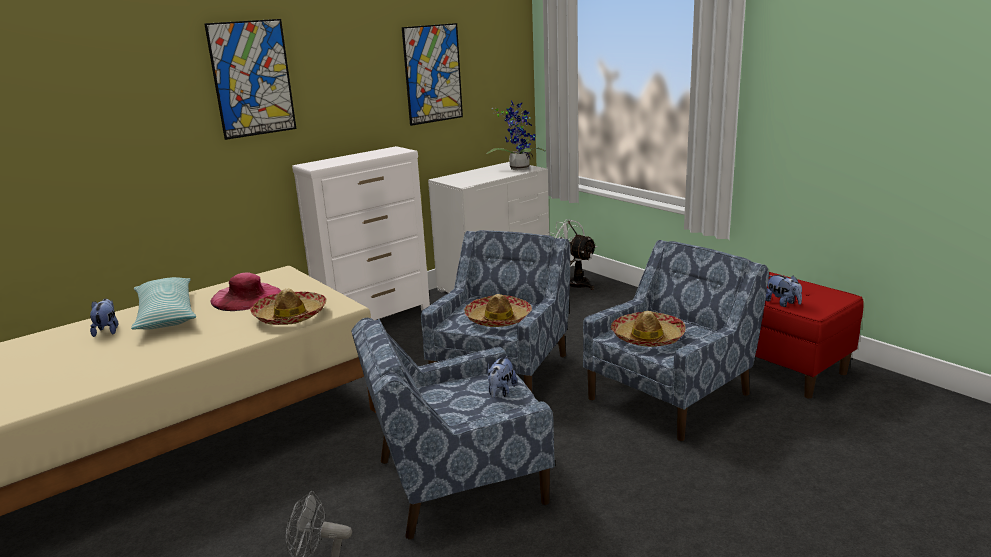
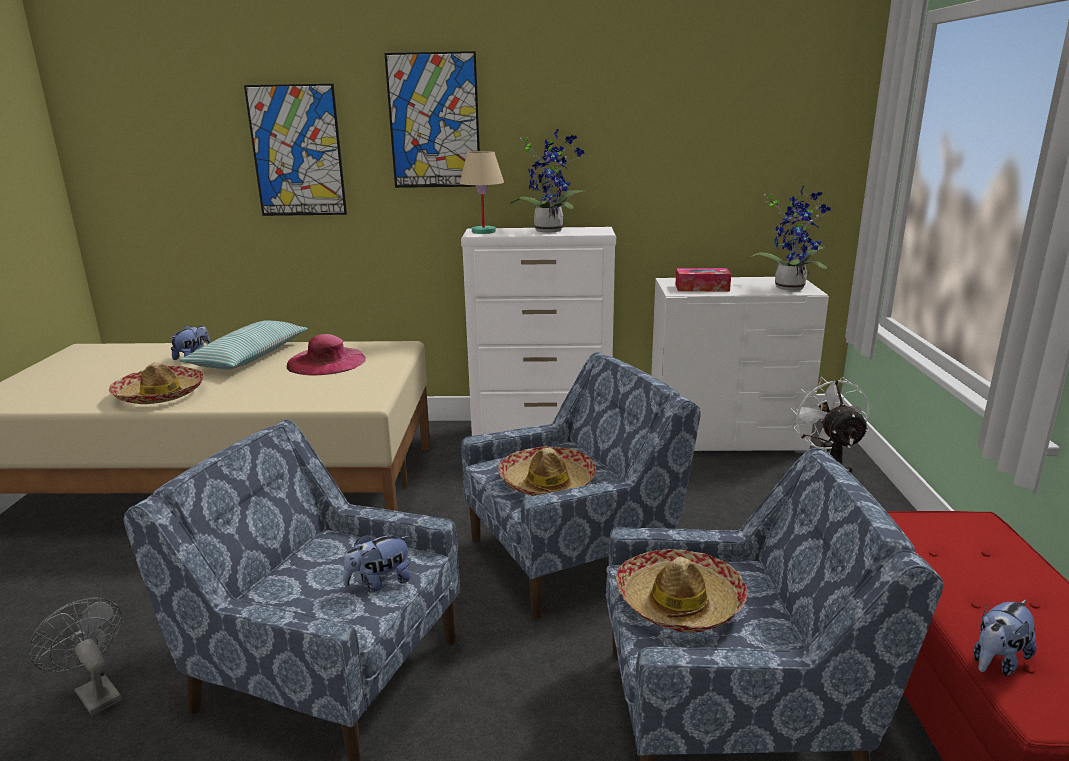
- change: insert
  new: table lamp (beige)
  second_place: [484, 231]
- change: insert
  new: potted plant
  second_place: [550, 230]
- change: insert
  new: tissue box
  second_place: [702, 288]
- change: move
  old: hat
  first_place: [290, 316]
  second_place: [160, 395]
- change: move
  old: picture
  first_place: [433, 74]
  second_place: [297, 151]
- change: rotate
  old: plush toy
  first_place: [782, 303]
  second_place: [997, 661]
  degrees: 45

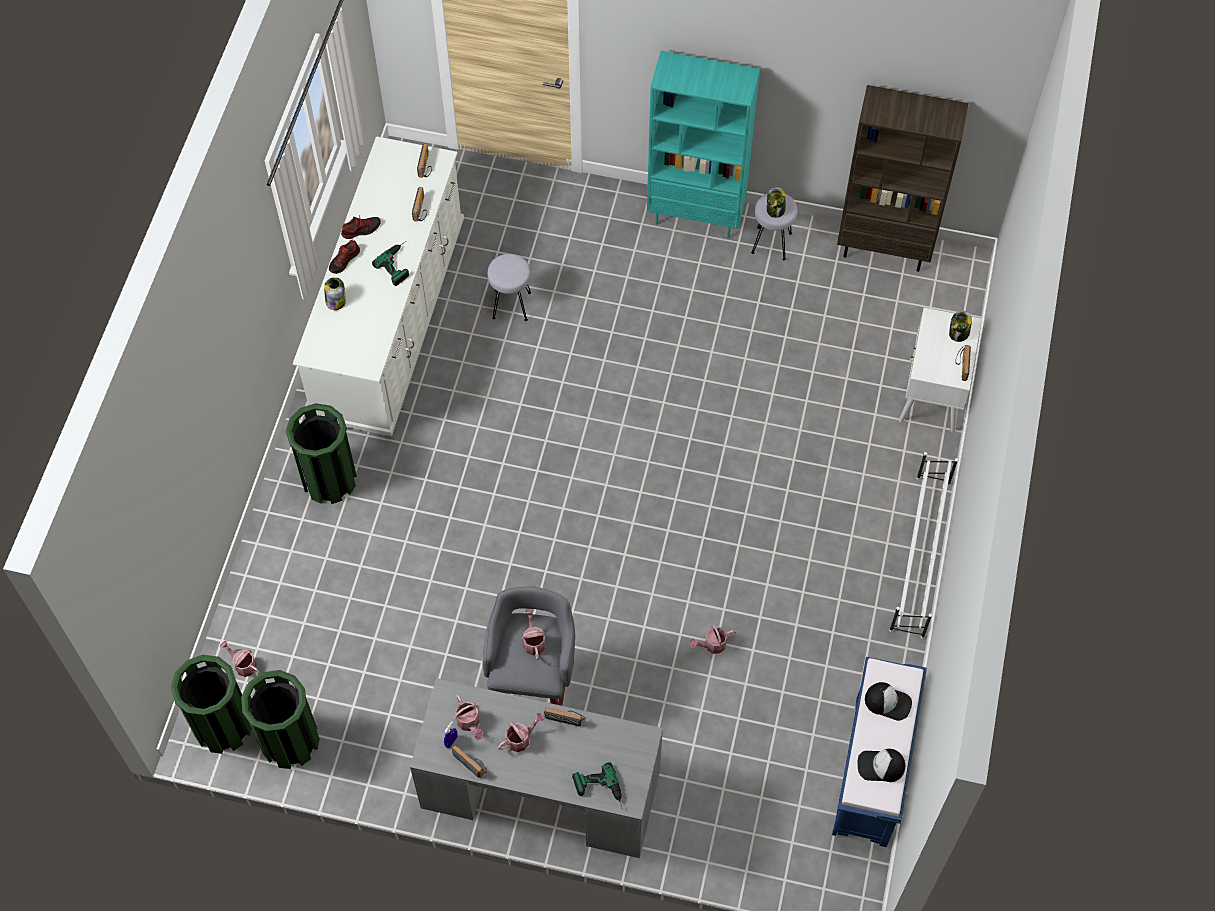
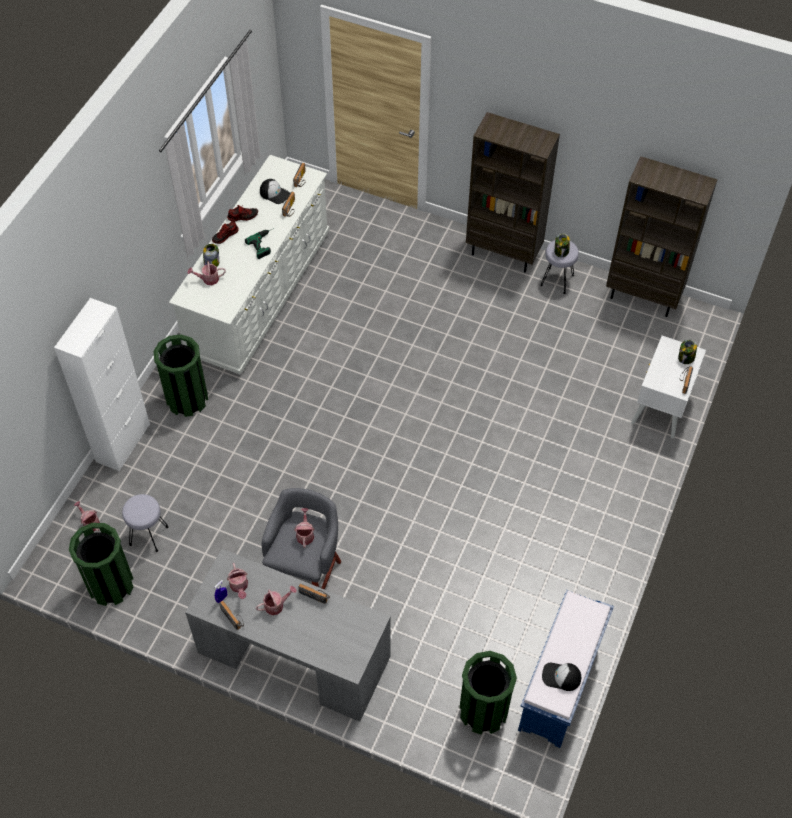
- change: delete
  old: power drill
  first_place: [599, 792]
- change: delete
  old: shoe rack (white)
  first_place: [919, 556]
- change: insert
  new: cabinet (white)
  second_place: [123, 443]
- change: move
  old: trash can (green)
  first_place: [223, 726]
  second_place: [483, 711]
- change: move
  old: stool (grey)
  first_place: [511, 304]
  second_place: [149, 535]
- change: move
  old: watering can
  first_place: [712, 645]
  second_place: [208, 279]
- change: move
  old: cap
  first_place: [888, 702]
  second_place: [274, 193]
- change: recolor
  old: bookcase (turquoise)
  new: bookcase (brown)
  first_place: [696, 216]
  second_place: [504, 253]

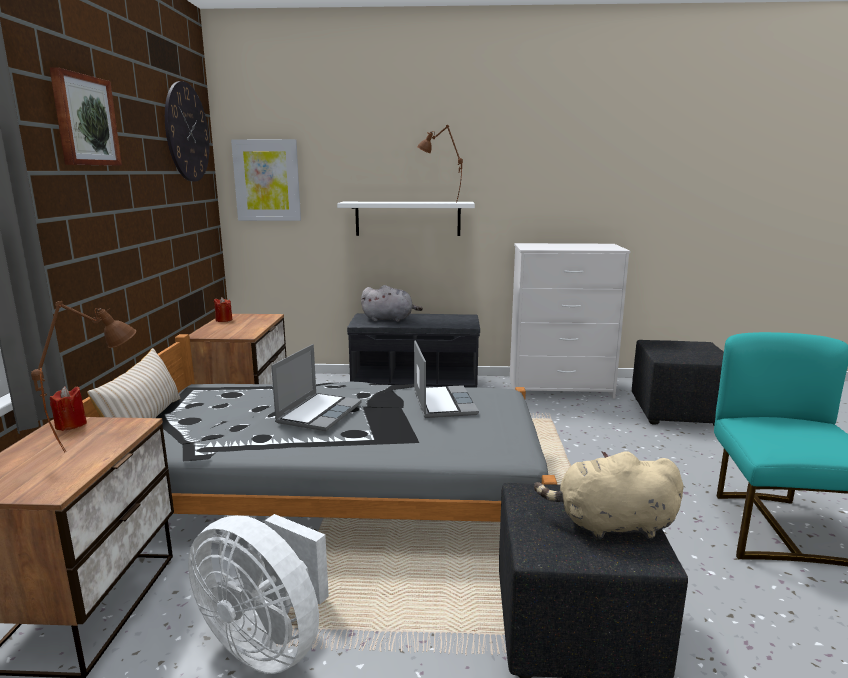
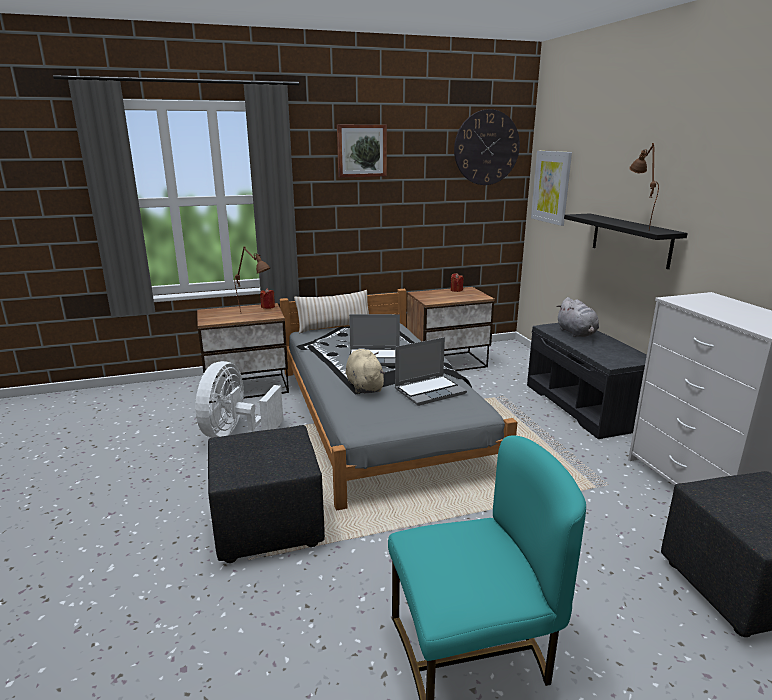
- change: move
  old: plush toy (beige)
  first_place: [610, 525]
  second_place: [364, 386]
- change: recolor
  old: shelf (white)
  new: shelf (black)
  first_place: [408, 218]
  second_place: [630, 240]

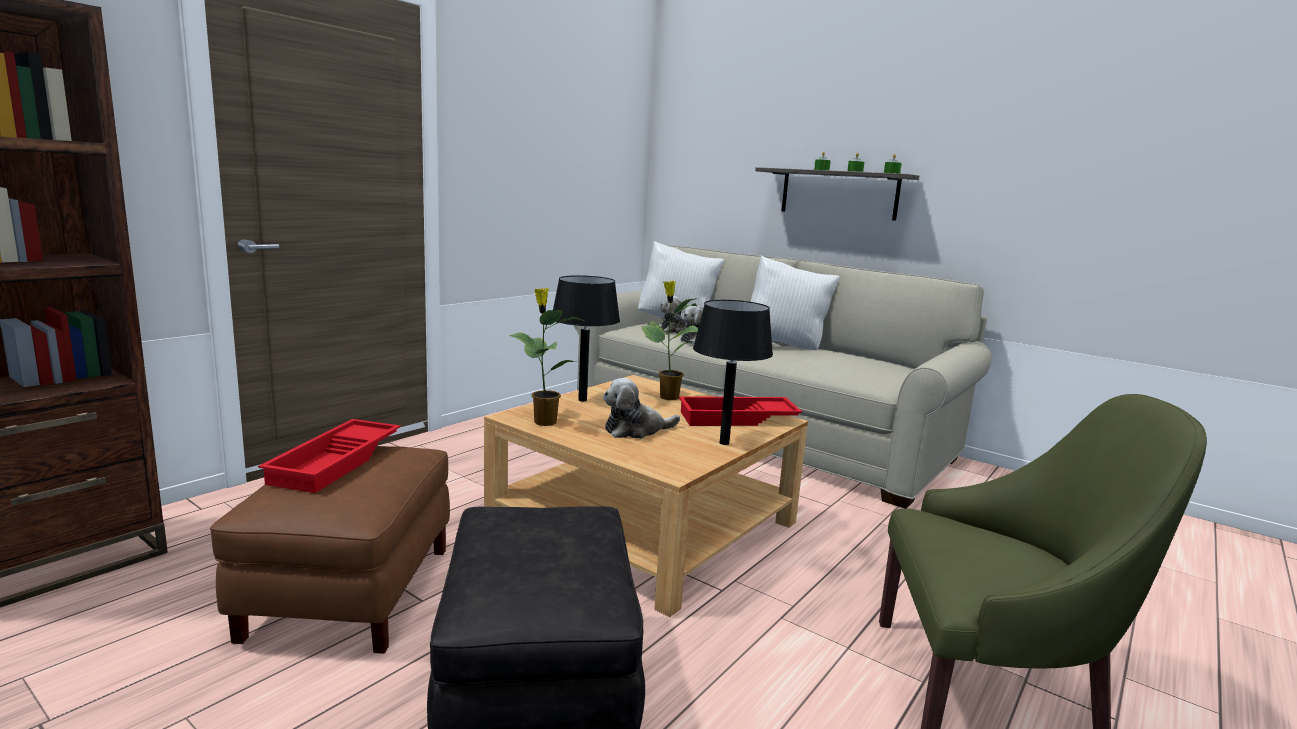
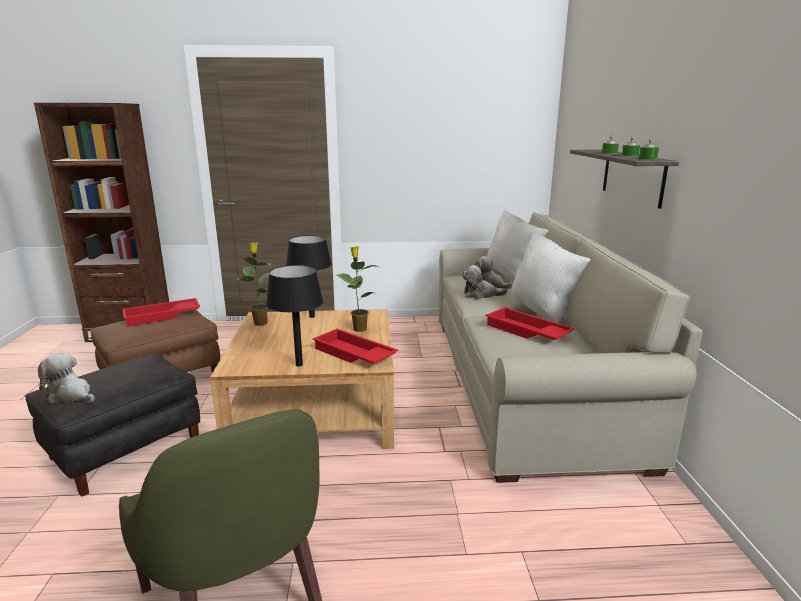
- change: insert
  new: tray (red)
  second_place: [526, 331]
- change: move
  old: plush toy
  first_place: [636, 430]
  second_place: [71, 395]

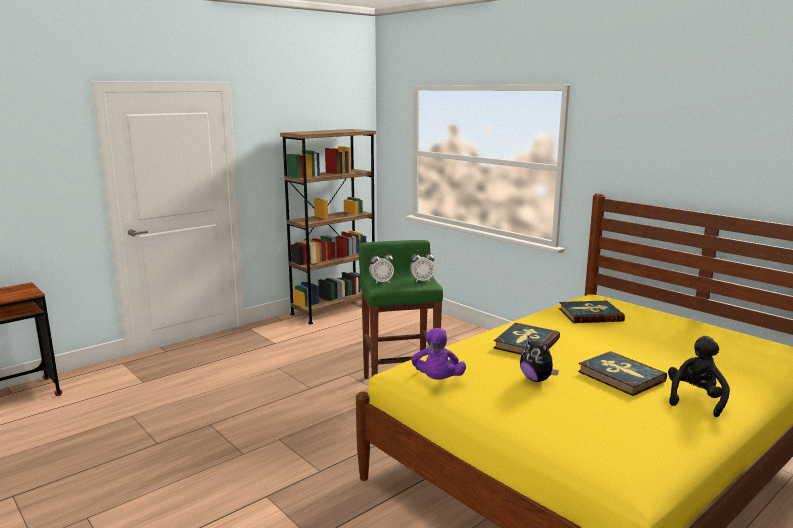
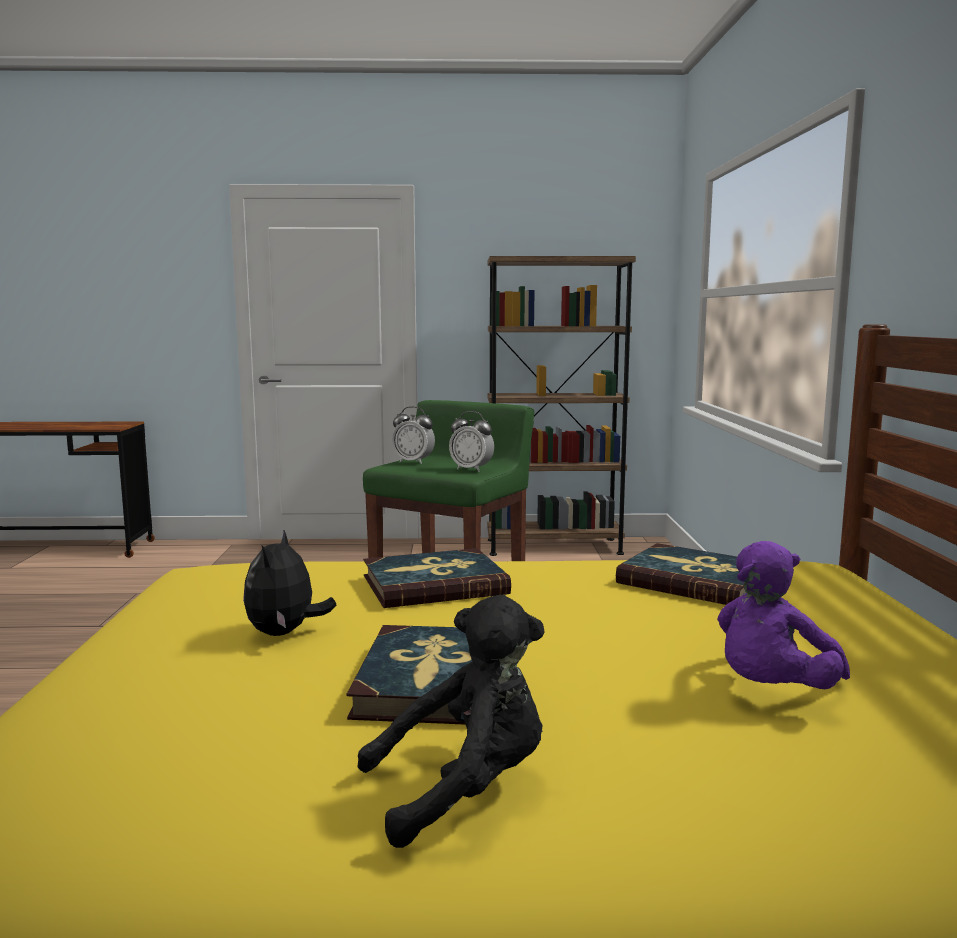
- change: move
  old: plush toy (purple)
  first_place: [437, 381]
  second_place: [771, 691]

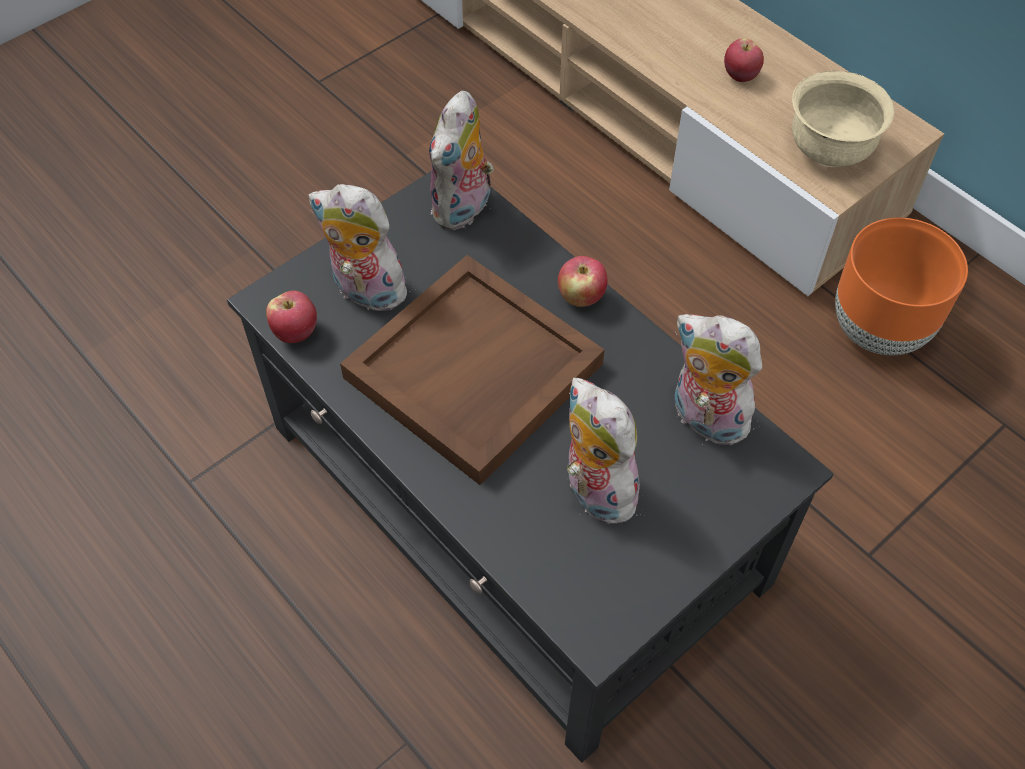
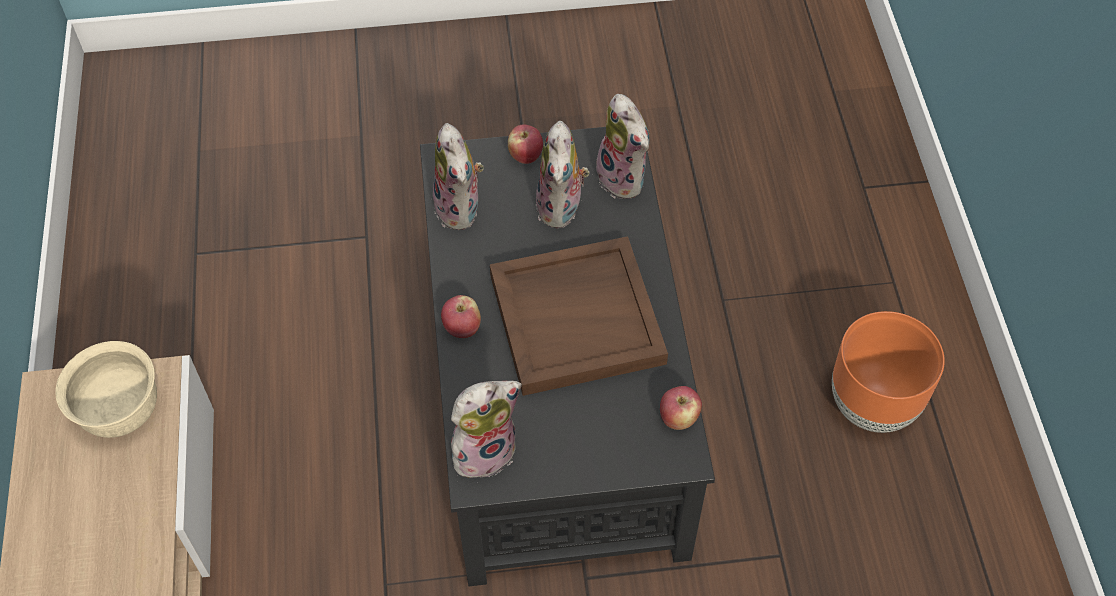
- change: move
  old: plush toy
  first_place: [365, 292]
  second_place: [625, 179]
- change: move
  old: apple
  first_place: [740, 76]
  second_place: [525, 156]
- change: move
  old: planter (orange)
  first_place: [877, 330]
  second_place: [874, 404]

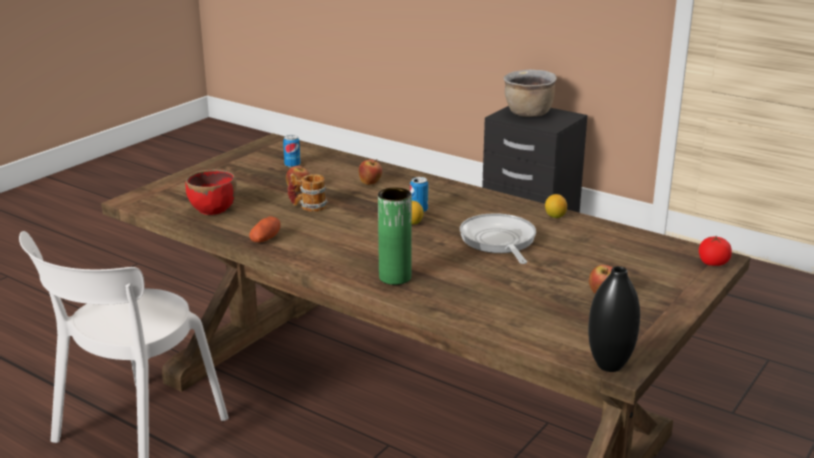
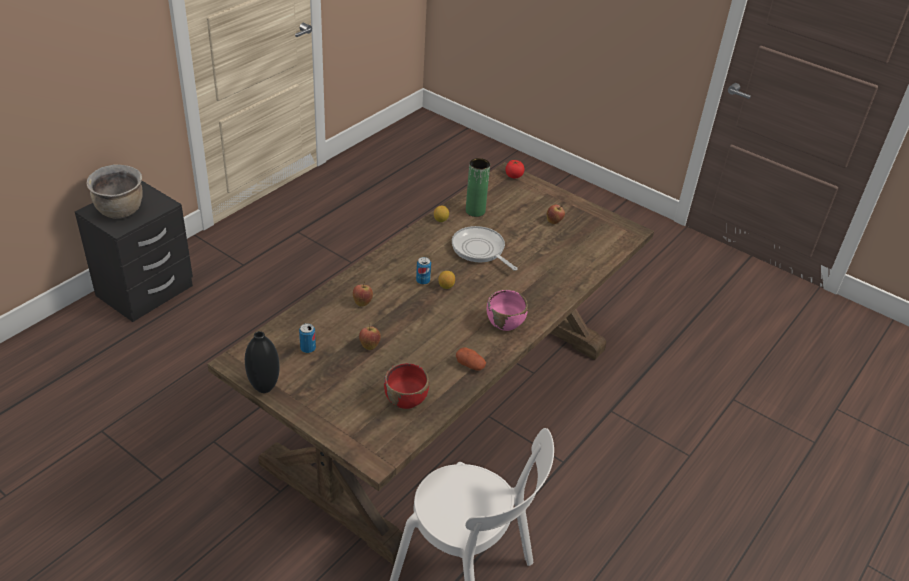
- change: delete
  old: mug
  first_place: [308, 206]
- change: insert
  new: bowl (pink)
  second_place: [505, 323]
- change: move
  old: vase (green)
  first_place: [395, 277]
  second_place: [475, 211]
- change: move
  old: vase (black)
  first_place: [609, 365]
  second_place: [264, 387]
- change: rotate
  old: frying pan
  first_place: [498, 241]
  second_place: [480, 250]
  degrees: 60

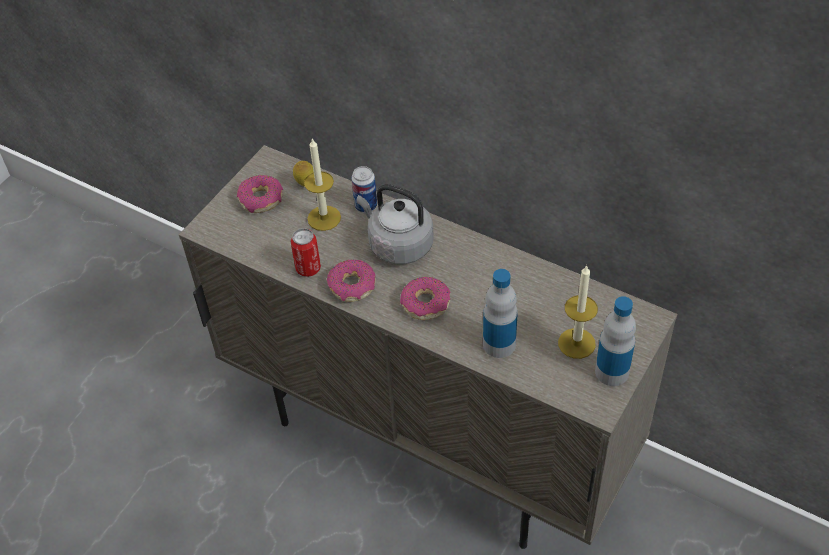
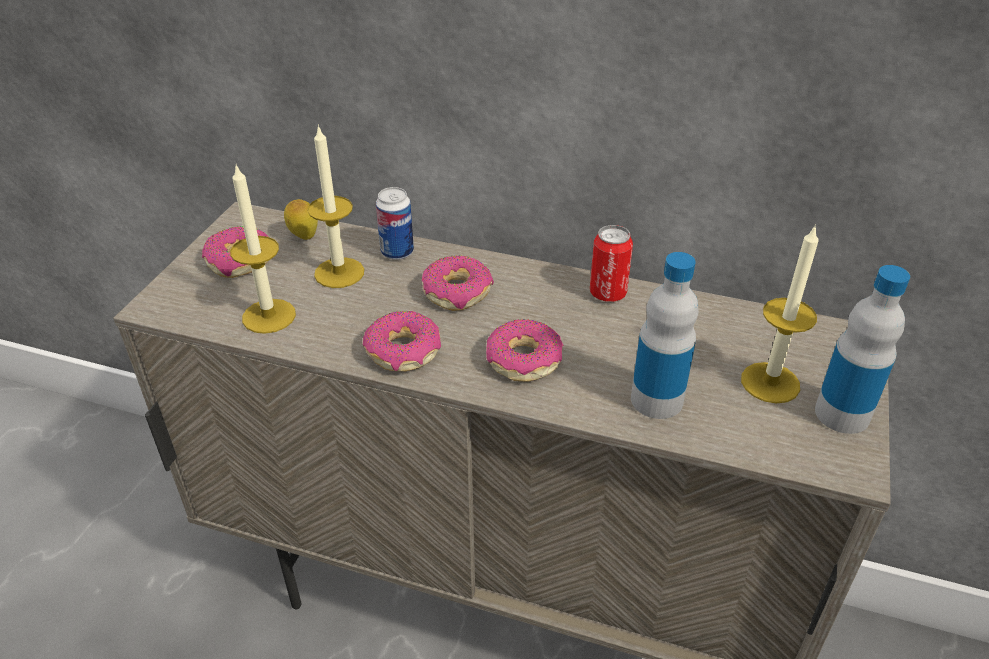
- change: insert
  new: candle
  second_place: [269, 316]
- change: move
  old: can
  first_place: [308, 268]
  second_place: [607, 293]
- change: replace
  old: kettle (grey)
  new: donut
  first_place: [398, 245]
  second_place: [457, 292]

